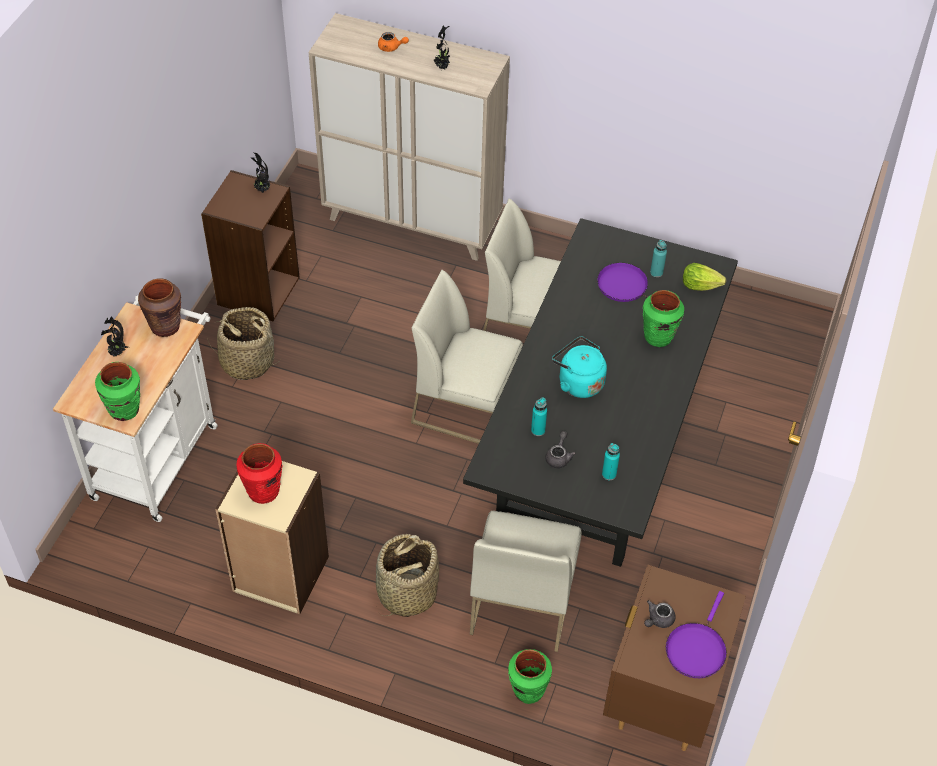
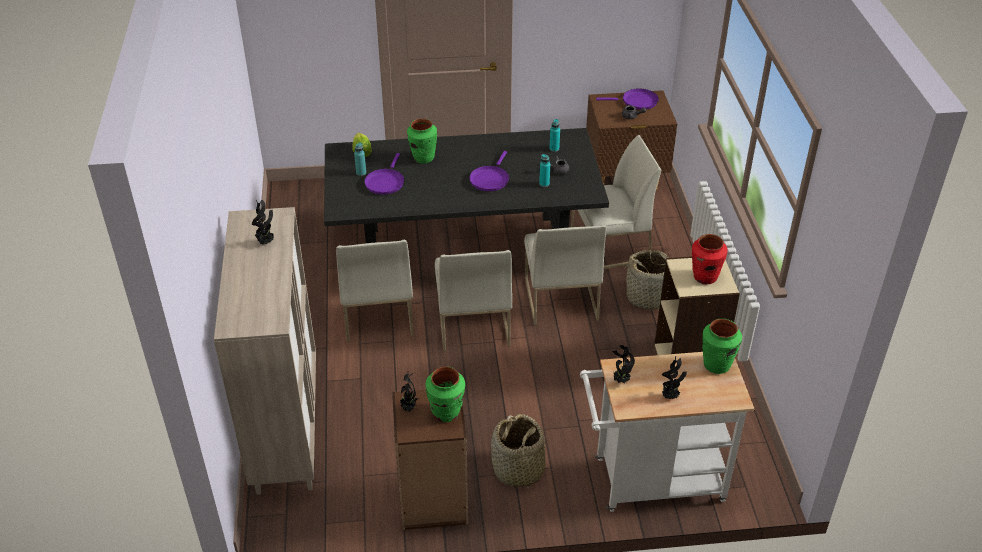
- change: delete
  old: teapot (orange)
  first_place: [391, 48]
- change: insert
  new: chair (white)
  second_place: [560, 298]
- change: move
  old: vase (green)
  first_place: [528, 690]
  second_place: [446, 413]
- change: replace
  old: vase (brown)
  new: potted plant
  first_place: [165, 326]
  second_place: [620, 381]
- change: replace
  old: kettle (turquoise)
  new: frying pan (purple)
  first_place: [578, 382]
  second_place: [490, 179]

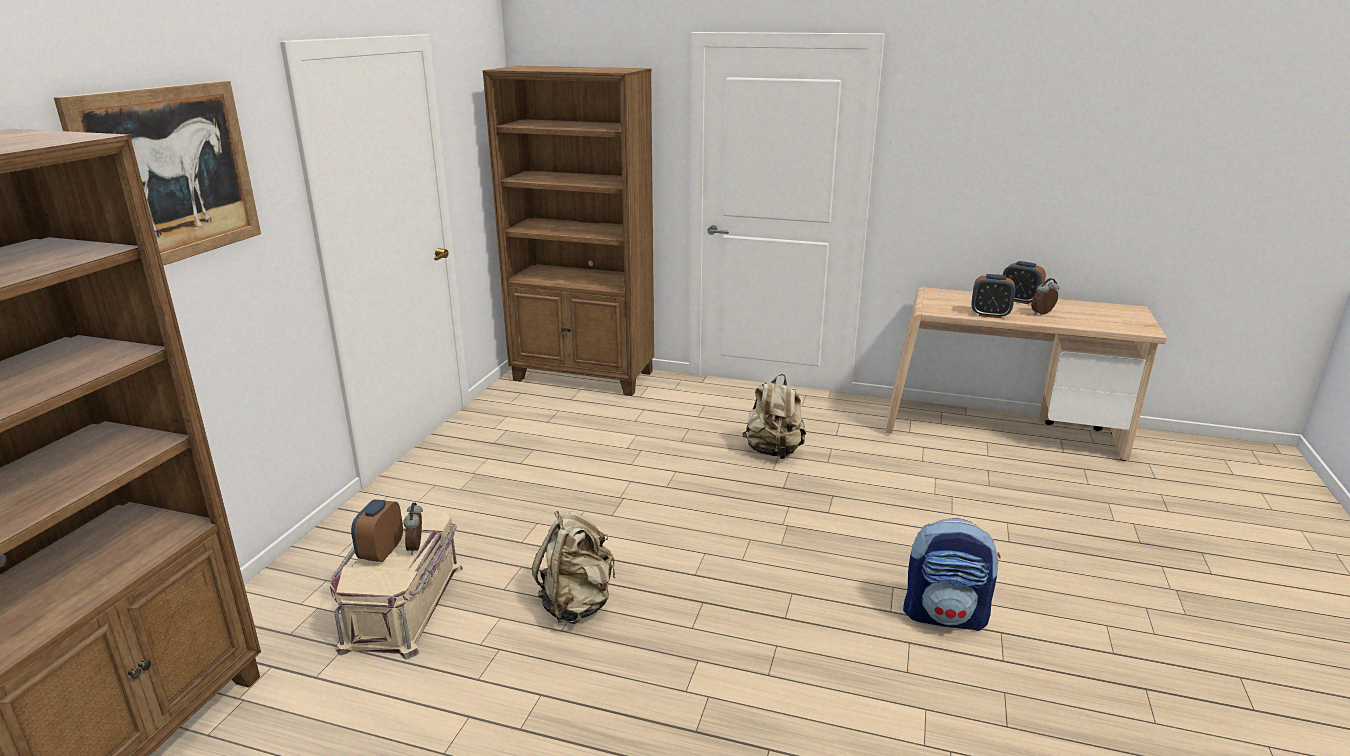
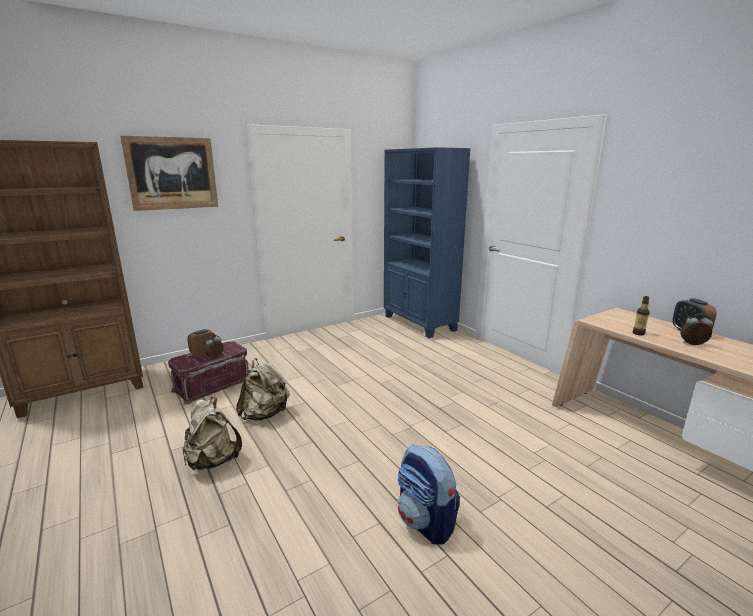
- change: move
  old: backpack (beige)
  first_place: [774, 452]
  second_place: [213, 461]
- change: replace
  old: alarm clock
  new: bottle
  first_place: [990, 315]
  second_place: [638, 333]
- change: recolor
  old: storage box (beige)
  new: storage box (red)
  first_place: [405, 606]
  second_place: [213, 385]
- change: recolor
  old: bookcase (brown)
  new: bookcase (blue)
  first_place: [584, 376]
  second_place: [419, 323]

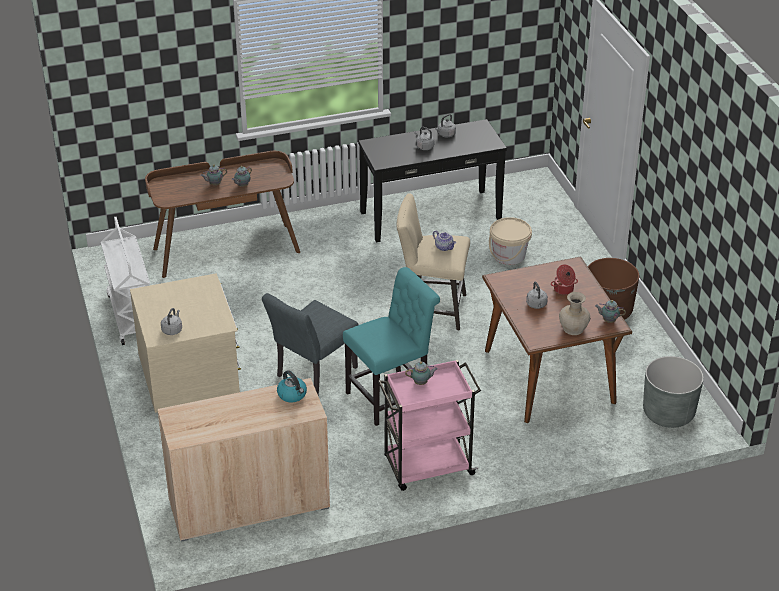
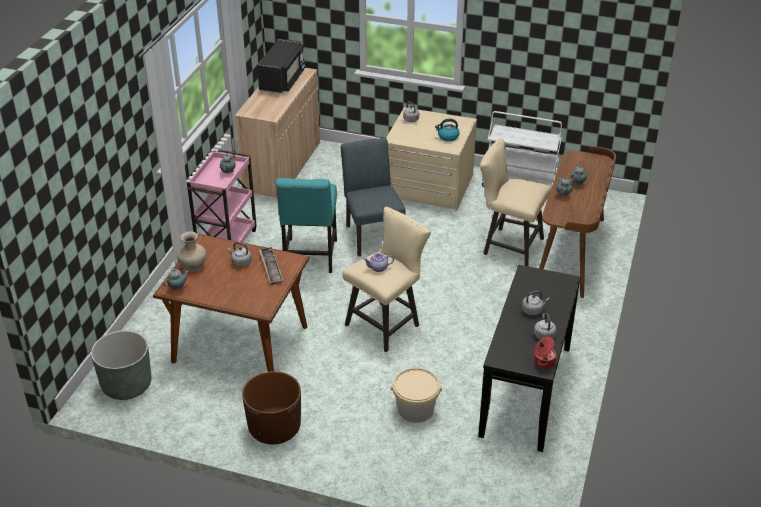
- change: insert
  new: microwave (black)
  second_place: [282, 80]
- change: insert
  new: tray
  second_place: [271, 268]
- change: insert
  new: stool (beige)
  second_place: [508, 246]
- change: move
  old: kettle
  first_place: [292, 395]
  second_place: [448, 137]
- change: move
  old: cooking pot
  first_place: [563, 289]
  second_place: [543, 362]

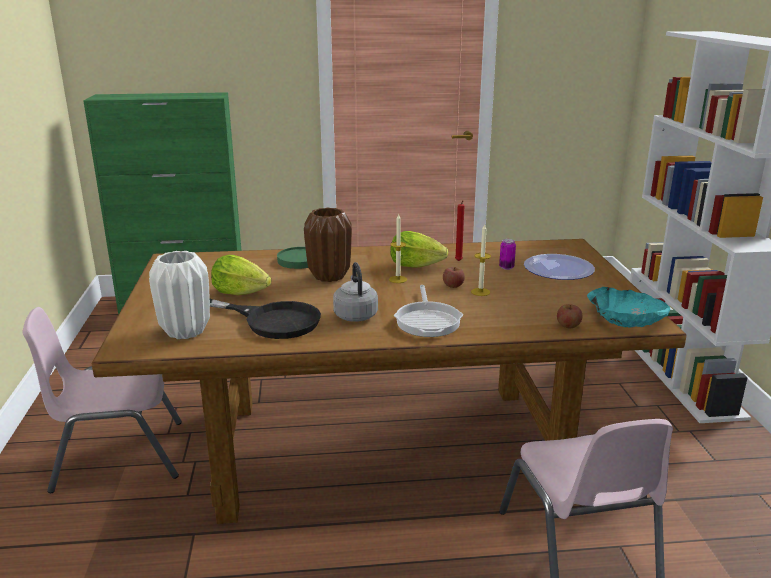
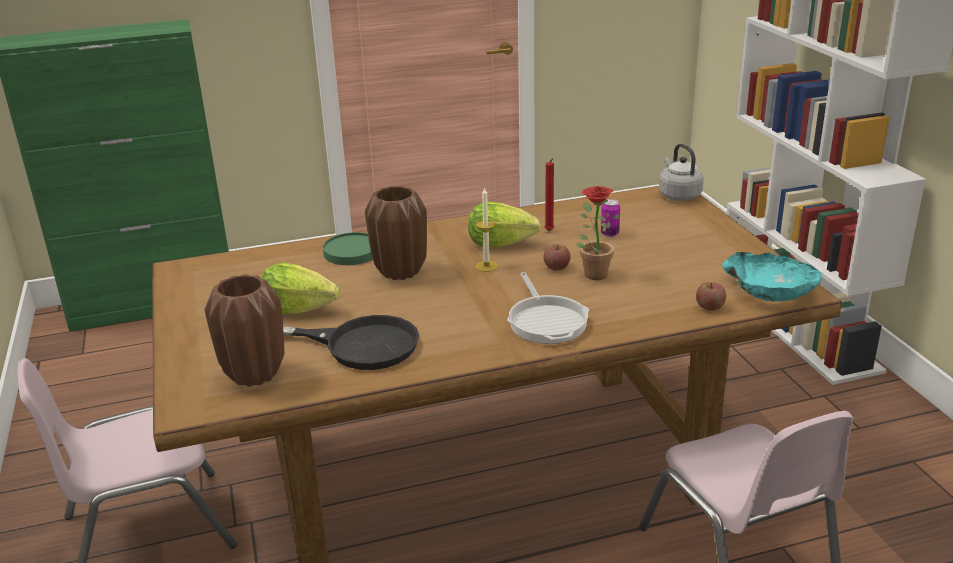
- change: delete
  old: plate
  first_place: [558, 269]
- change: move
  old: kettle (grey)
  first_place: [355, 315]
  second_place: [678, 195]
- change: replace
  old: candle
  new: potted plant
  first_place: [480, 292]
  second_place: [592, 272]
- change: recolor
  old: vase (white)
  new: vase (brown)
  first_place: [185, 332]
  second_place: [254, 375]

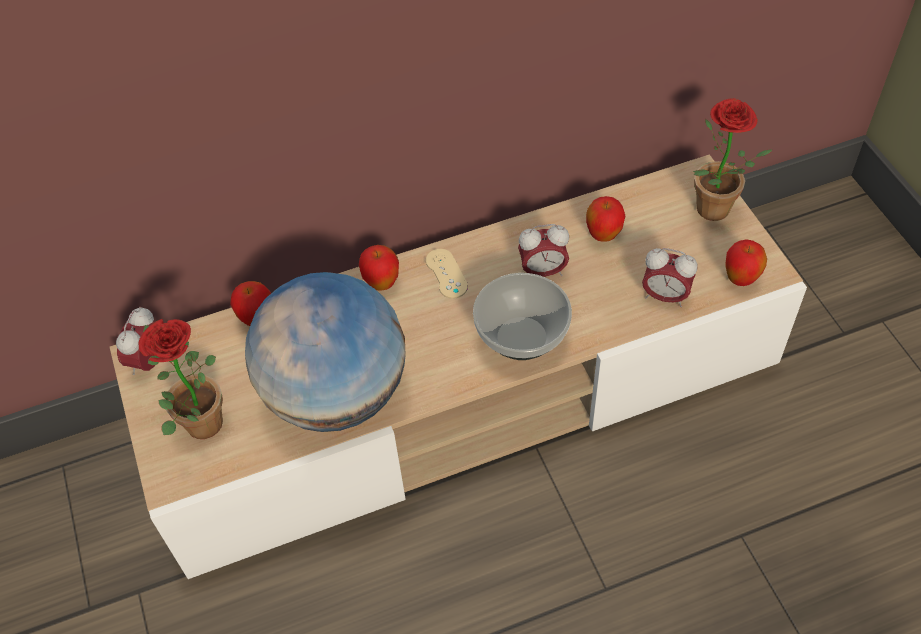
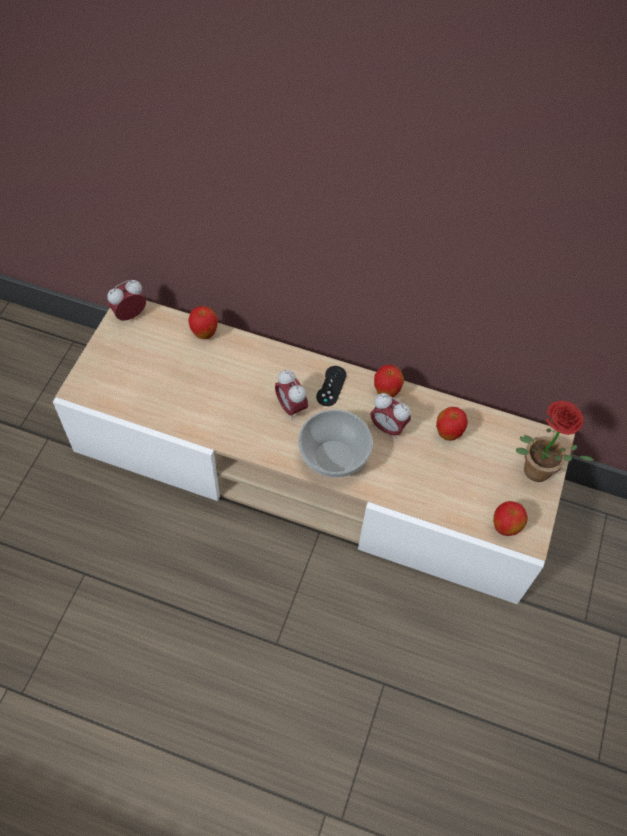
- change: delete
  old: potted plant
  first_place: [197, 419]
- change: delete
  old: globe
  first_place: [337, 394]
- change: move
  old: apple
  first_place: [381, 283]
  second_place: [386, 392]
- change: move
  old: alarm clock
  first_place: [664, 296]
  second_place: [291, 407]
- change: recolor
  old: game controller (beige)
  new: game controller (black)
  first_place: [446, 273]
  second_place: [331, 386]

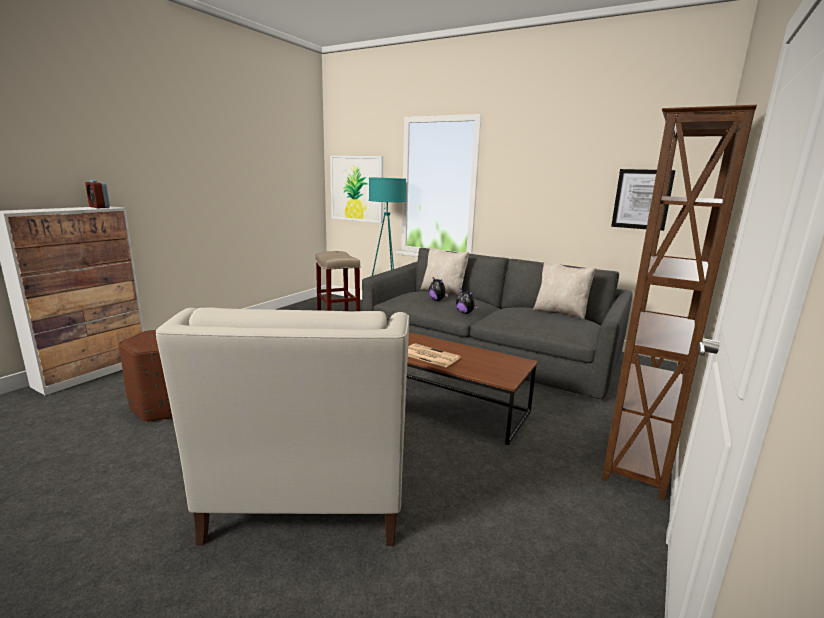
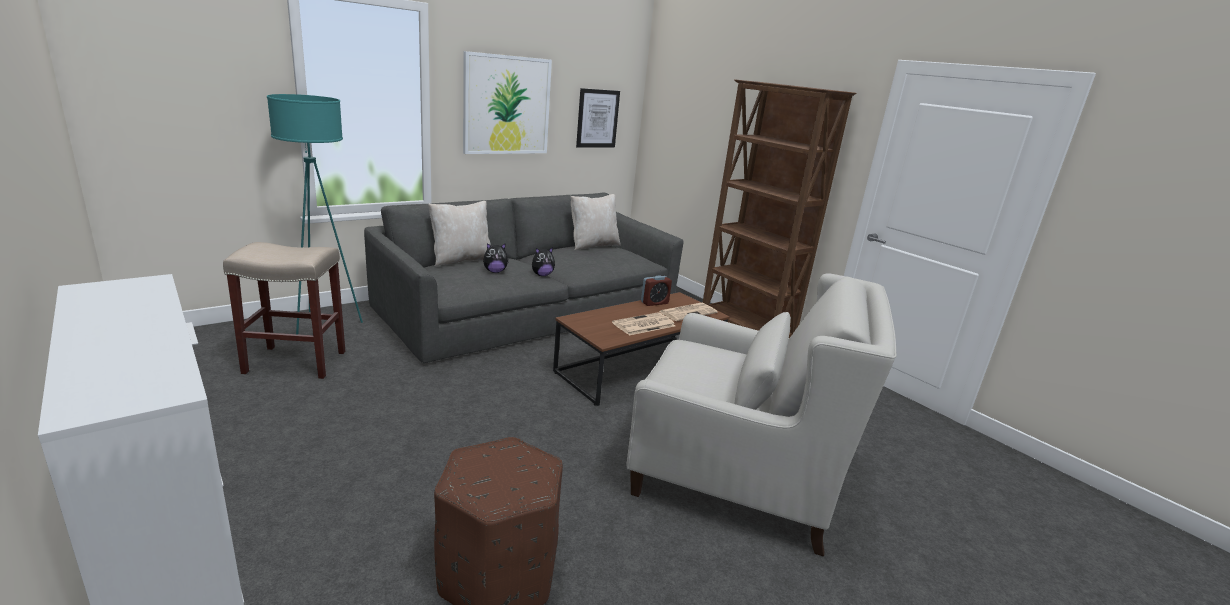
- change: insert
  new: newspaper
  second_place: [688, 312]
- change: move
  old: alarm clock
  first_place: [99, 207]
  second_place: [654, 303]
- change: move
  old: picture
  first_place: [357, 188]
  second_place: [507, 105]

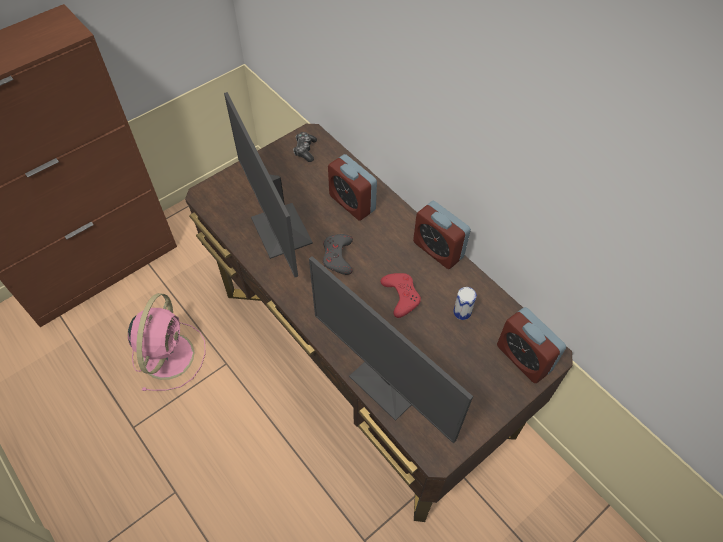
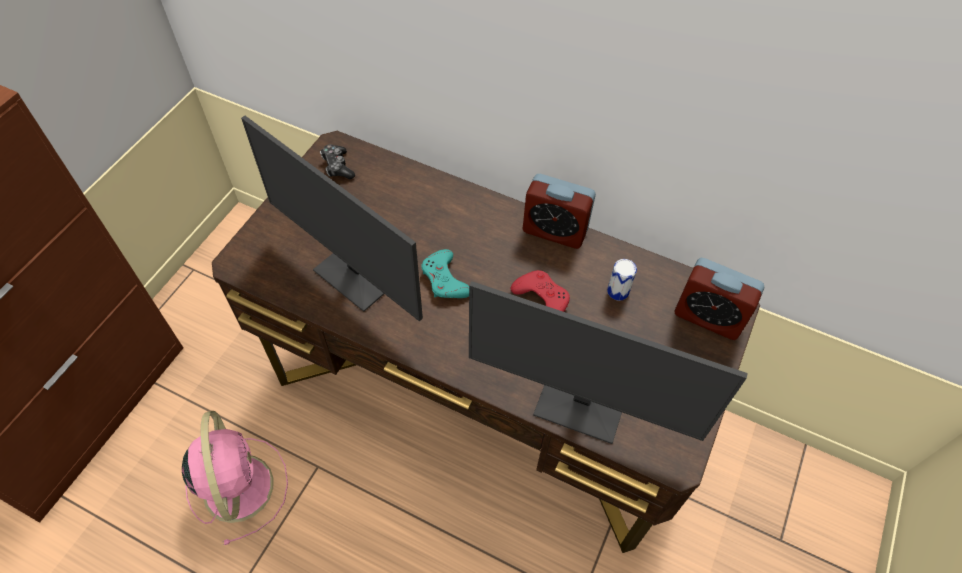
- change: delete
  old: alarm clock
  first_place: [352, 203]
- change: recolor
  old: game controller (grey)
  new: game controller (turquoise)
  first_place: [338, 257]
  second_place: [445, 280]

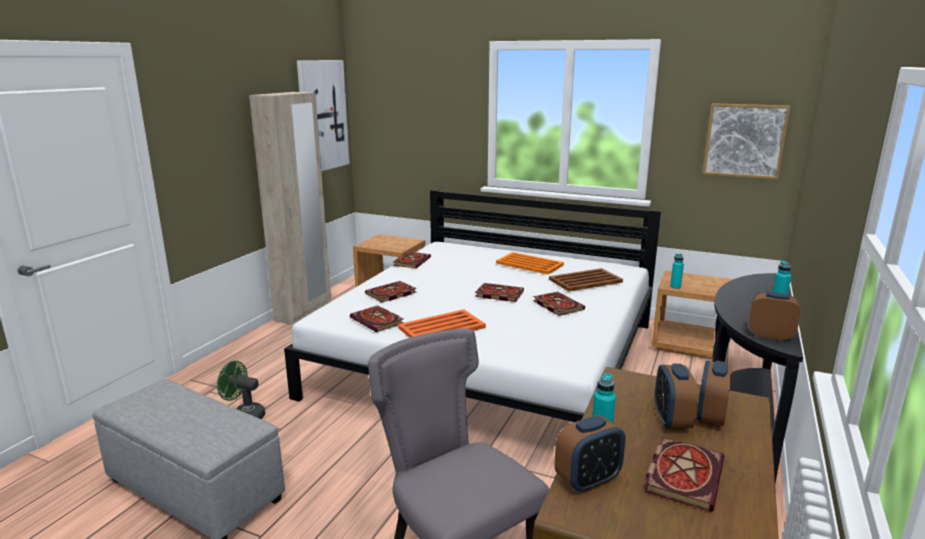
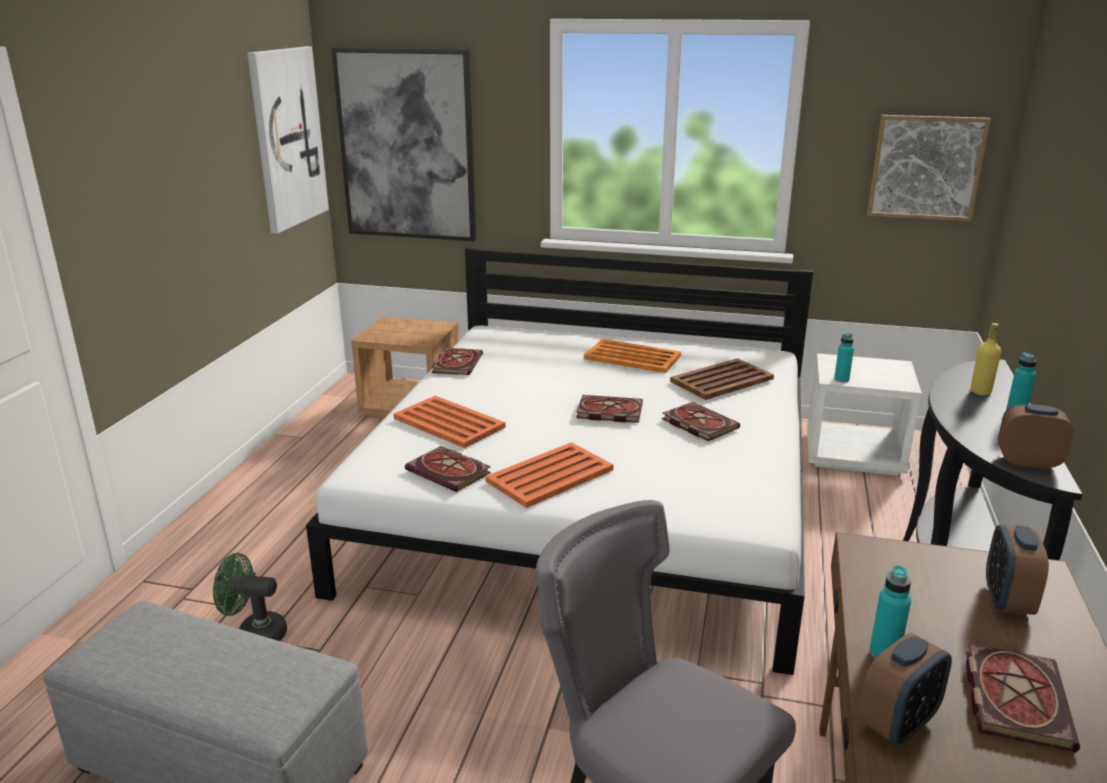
- change: delete
  old: wardrobe (beige)
  first_place: [303, 312]
- change: delete
  old: alarm clock
  first_place: [671, 420]
- change: insert
  new: picture
  second_place: [407, 145]
- change: insert
  new: bottle (yellow)
  second_place: [980, 391]
- change: replace
  old: book
  new: tray (orange)
  first_place: [390, 294]
  second_place: [449, 423]
- change: recolor
  old: nightstand (brown)
  new: nightstand (white)
  first_place: [688, 344]
  second_place: [854, 455]

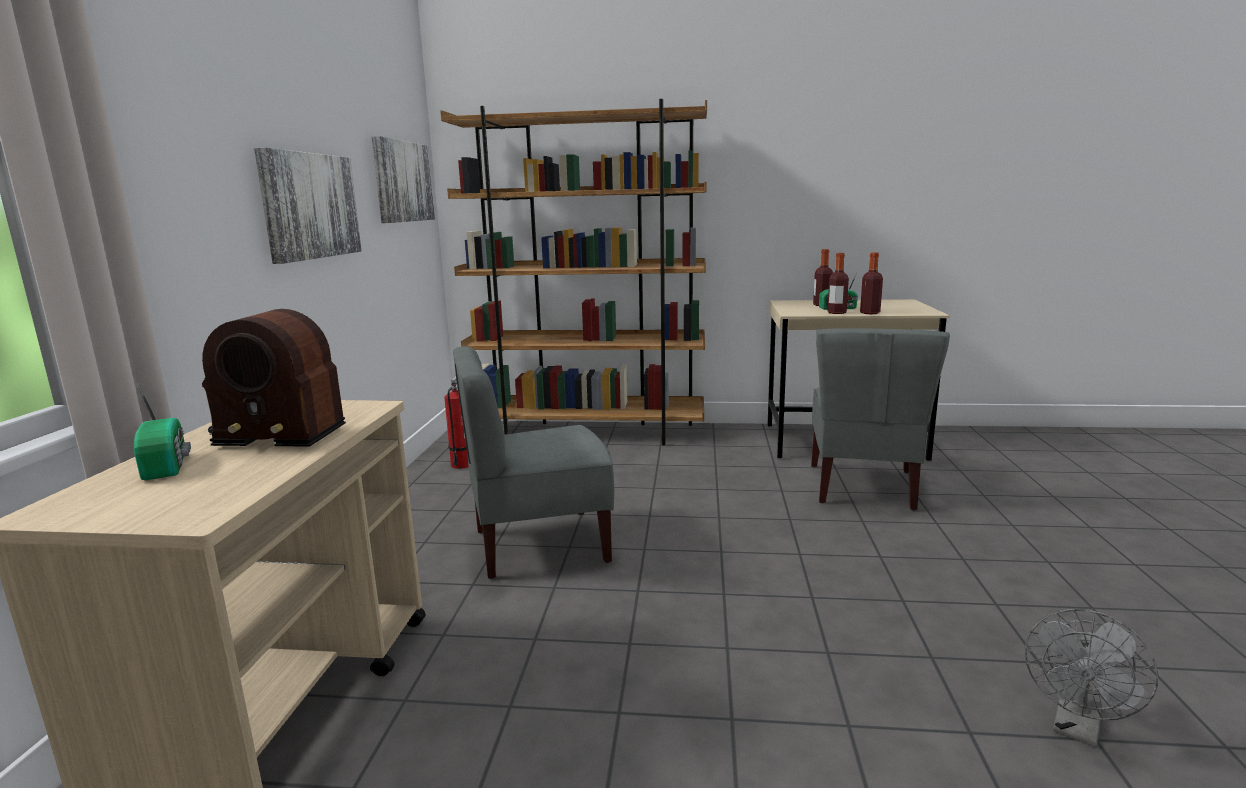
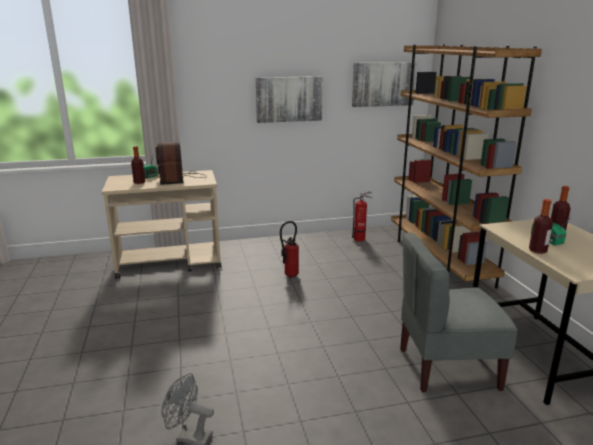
- change: move
  old: bottle
  first_place: [836, 313]
  second_place: [139, 182]
- change: replace
  old: chair (grey)
  new: fire extinguisher
  first_place: [539, 545]
  second_place: [289, 276]

